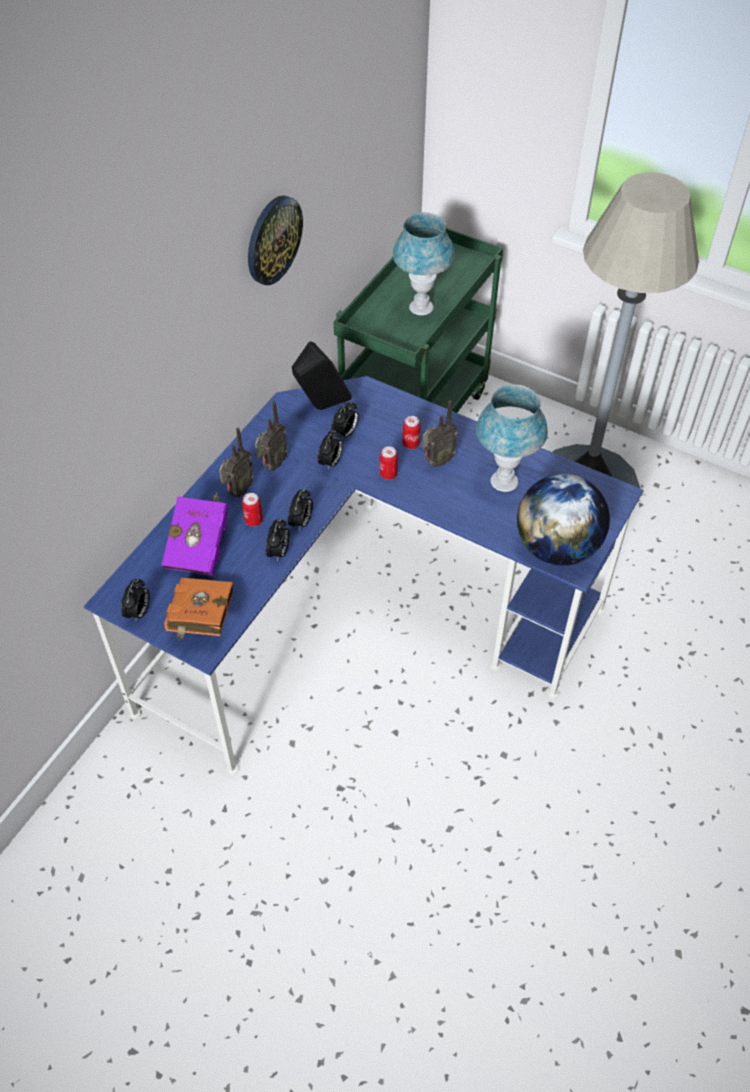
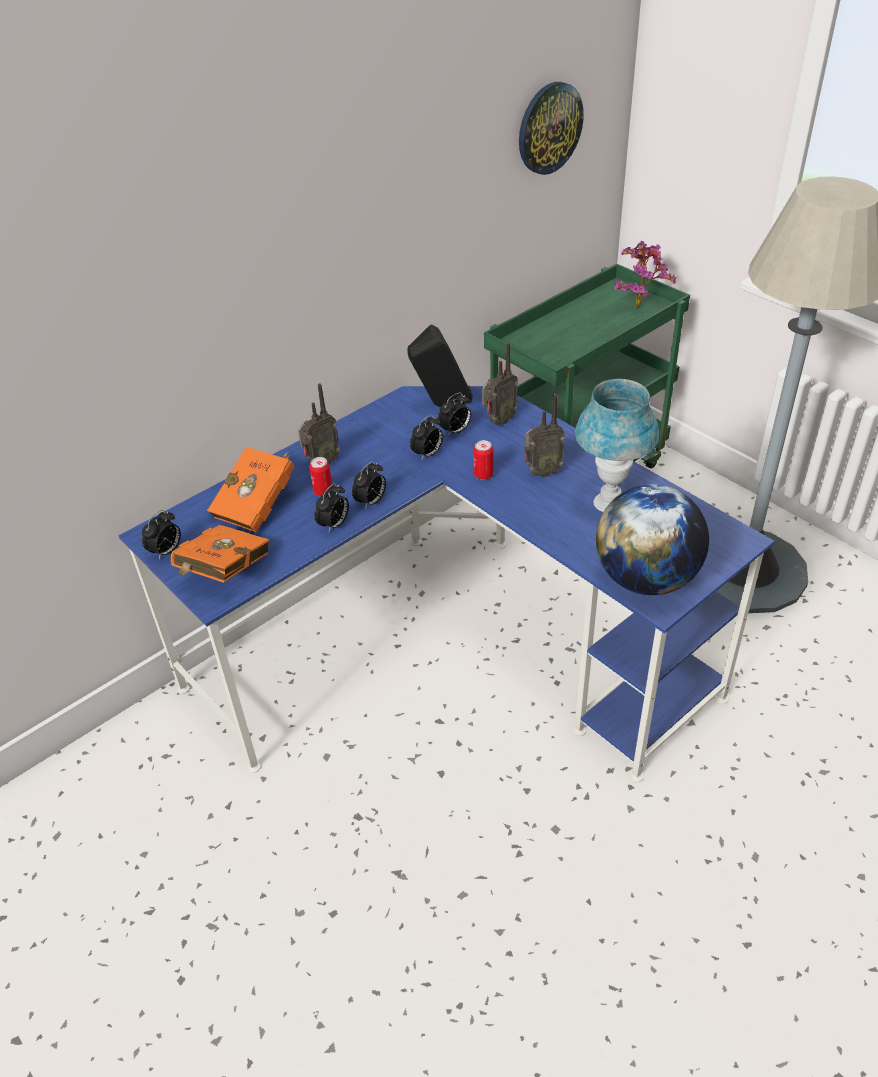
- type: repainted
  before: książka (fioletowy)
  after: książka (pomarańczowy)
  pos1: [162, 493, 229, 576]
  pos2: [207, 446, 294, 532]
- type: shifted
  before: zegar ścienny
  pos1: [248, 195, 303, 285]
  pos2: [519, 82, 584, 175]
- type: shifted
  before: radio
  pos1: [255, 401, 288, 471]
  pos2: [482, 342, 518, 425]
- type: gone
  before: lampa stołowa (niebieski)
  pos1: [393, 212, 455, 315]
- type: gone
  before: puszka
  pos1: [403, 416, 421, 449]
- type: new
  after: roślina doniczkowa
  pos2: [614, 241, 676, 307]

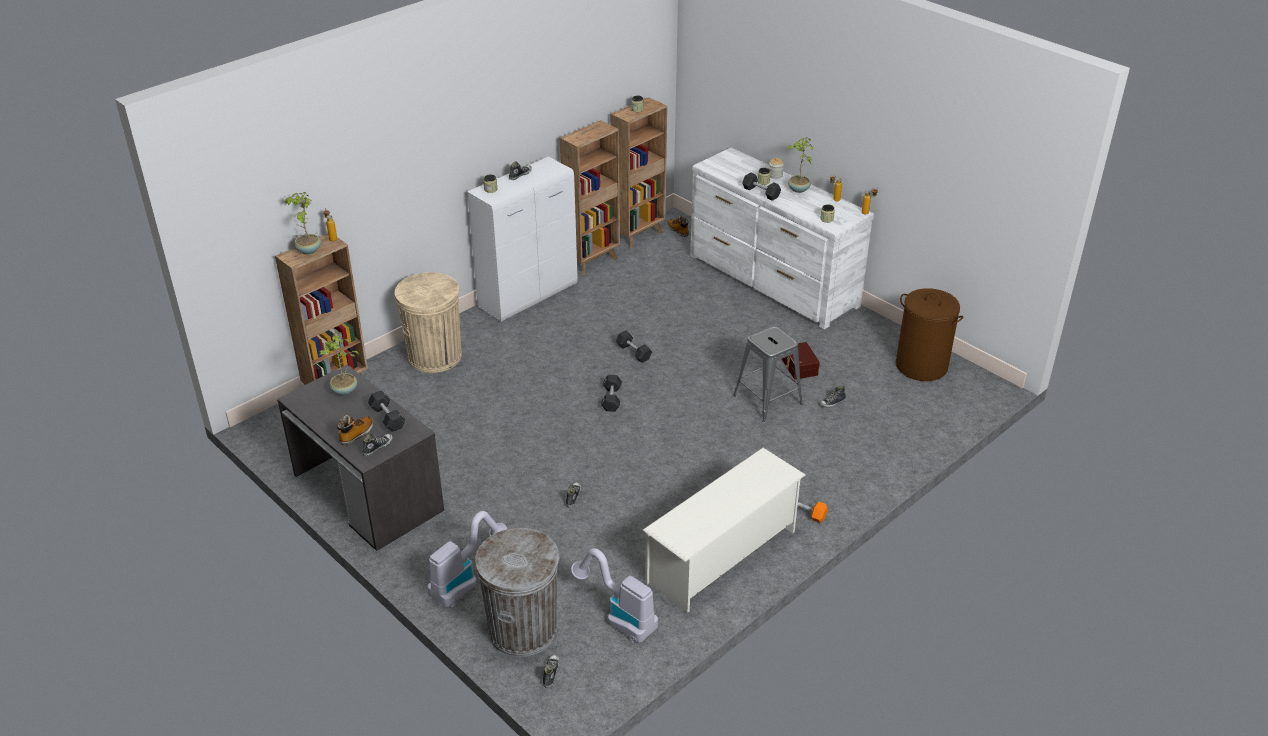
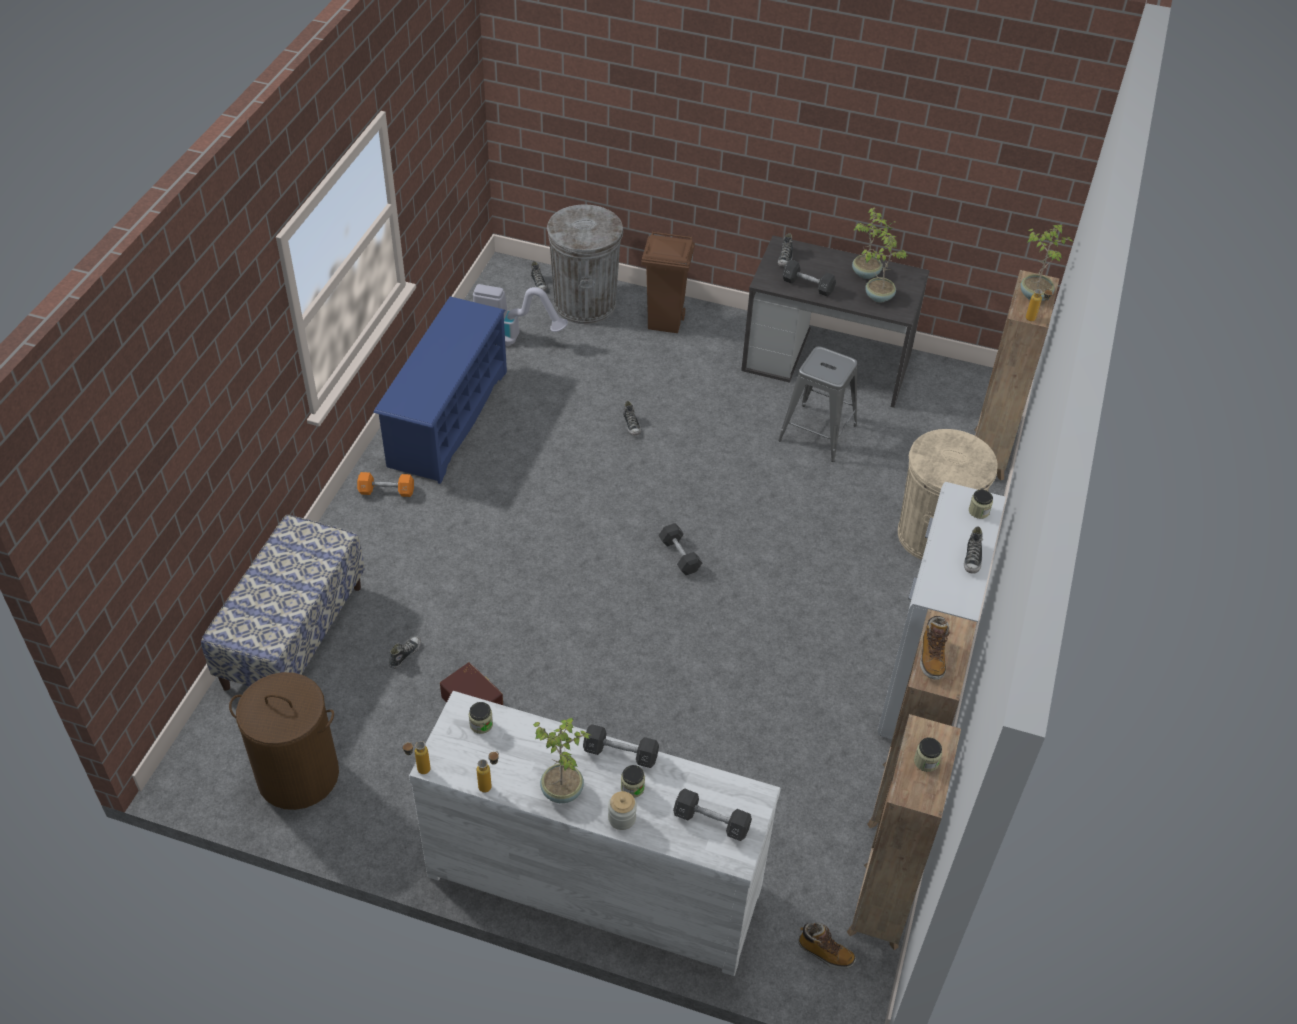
- type: shifted
  before: but z cholewką
  pos1: [337, 415, 373, 445]
  pos2: [920, 616, 950, 680]
- type: swapped
  before: odkurzacz
  after: kosz na śmieci (brązowy)
  pos1: [427, 511, 507, 607]
  pos2: [641, 232, 695, 333]
- type: shifted
  before: hantel (czarny)
  pos1: [616, 330, 652, 363]
  pos2: [673, 788, 752, 841]
- type: repainted
  before: regał na buty (biały)
  after: regał na buty (niebieski)
  pos1: [643, 448, 806, 613]
  pos2: [373, 296, 507, 484]
- type: shifted
  before: stołek (szary)
  pos1: [733, 326, 803, 422]
  pos2: [778, 346, 858, 462]
- type: new
  after: ławka
  pos2: [201, 515, 365, 691]
- type: new
  after: roślina doniczkowa
  pos2: [852, 208, 897, 279]

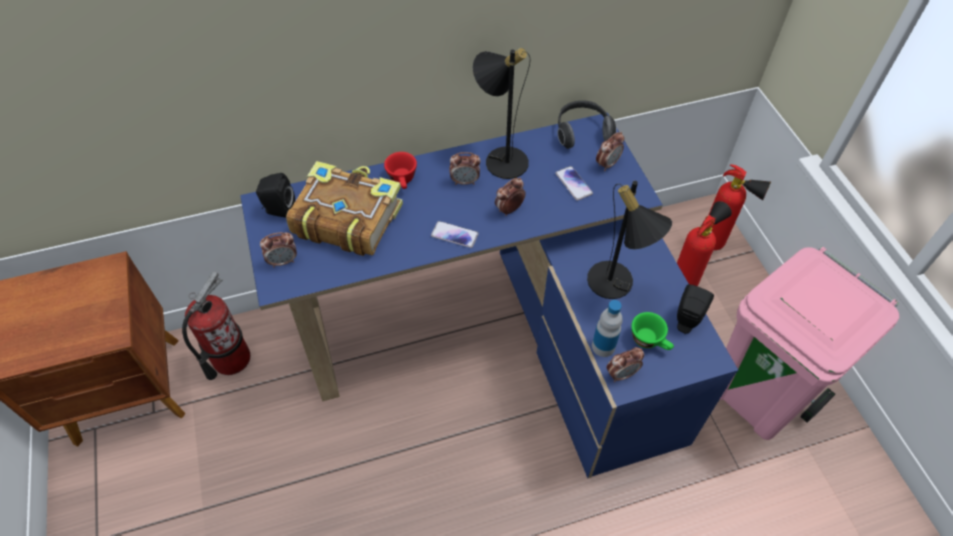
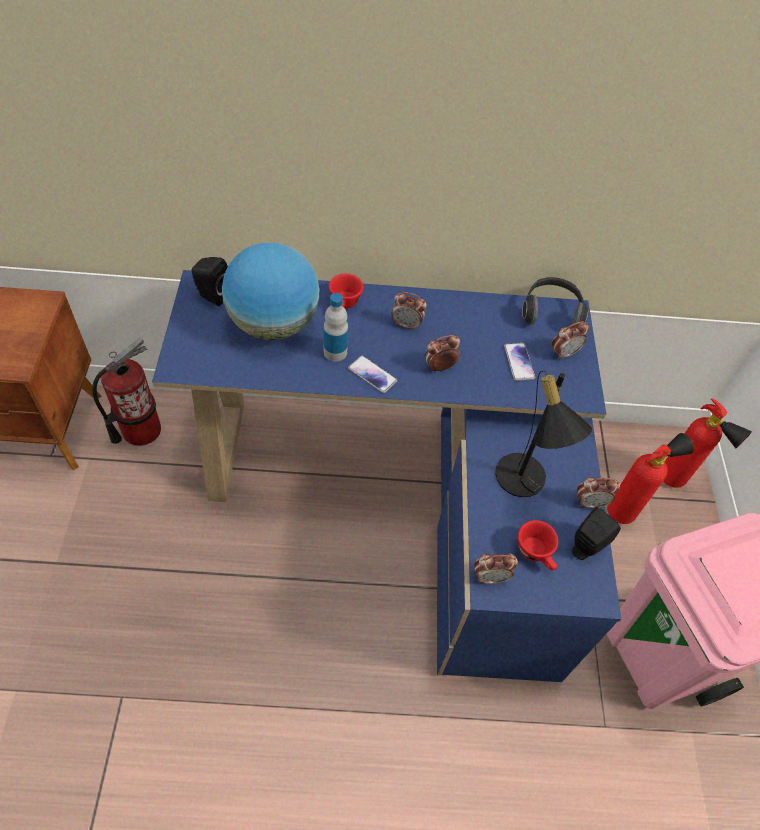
- type: shifted
  before: budzik
  pos1: [260, 232, 297, 268]
  pos2: [577, 477, 620, 508]
- type: swapped
  before: książka
  after: globus
  pos1: [286, 161, 403, 256]
  pos2: [222, 242, 319, 340]
- type: gone
  before: lampa stołowa (czarny)
  pos1: [473, 48, 531, 179]
- type: shifted
  before: butelka
  pos1: [592, 300, 623, 357]
  pos2: [324, 293, 348, 362]
- type: repainted
  before: filiżanka (zielony)
  after: filiżanka (czerwony)
  pos1: [631, 312, 674, 350]
  pos2: [518, 520, 558, 570]

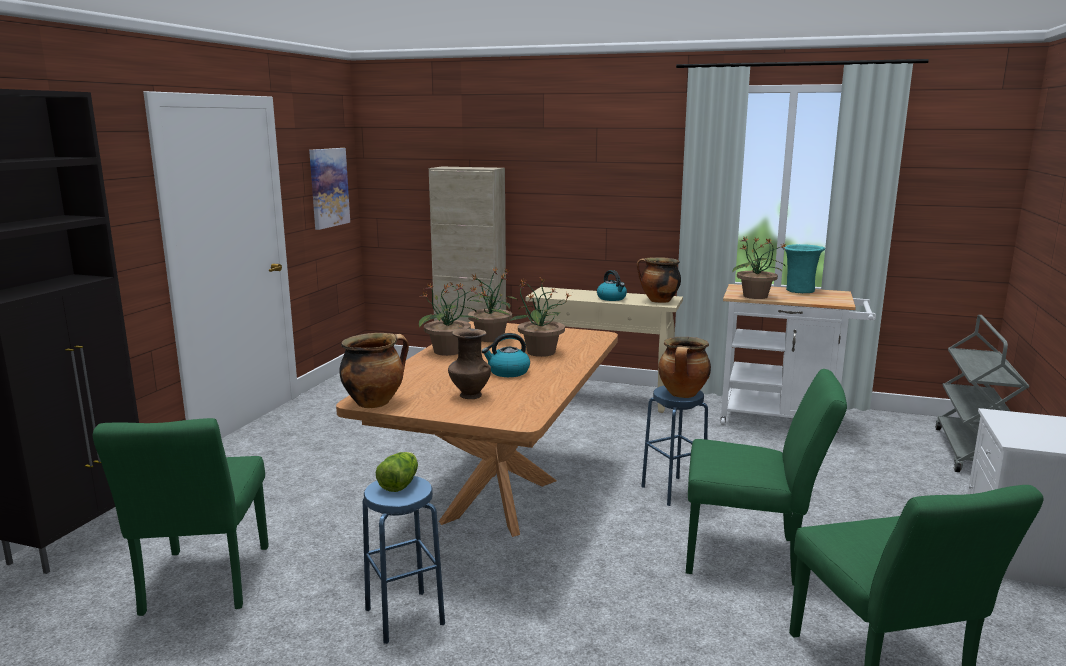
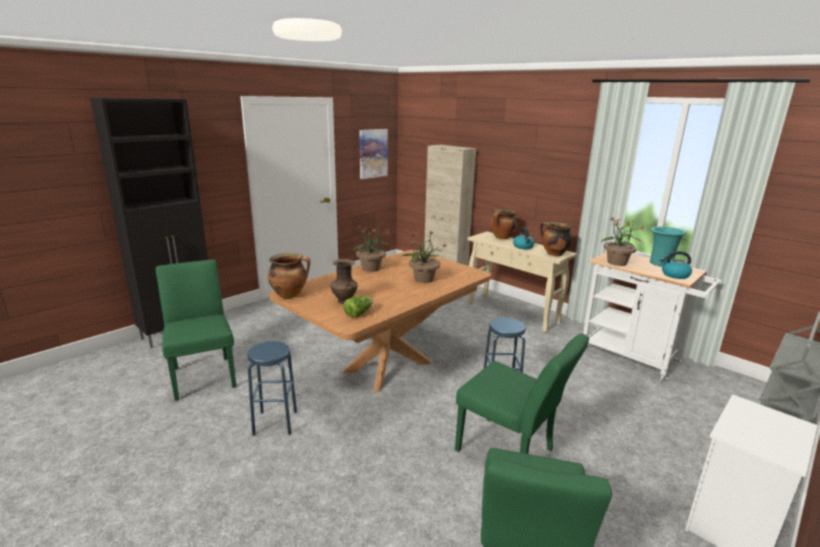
- type: rotated
  before: krzesło (zielony)
  pos1: [93, 418, 269, 616]
  pos2: [156, 259, 236, 401]
  turn: 135
- type: shifted
  before: sałata
  pos1: [375, 452, 418, 492]
  pos2: [343, 296, 373, 318]
- type: gone
  before: roślina doniczkowa
  pos1: [468, 268, 518, 342]
- type: shifted
  before: czajnik
  pos1: [482, 333, 530, 377]
  pos2: [660, 251, 692, 279]
- type: shifted
  before: garnek
  pos1: [658, 337, 711, 398]
  pos2: [490, 209, 517, 239]

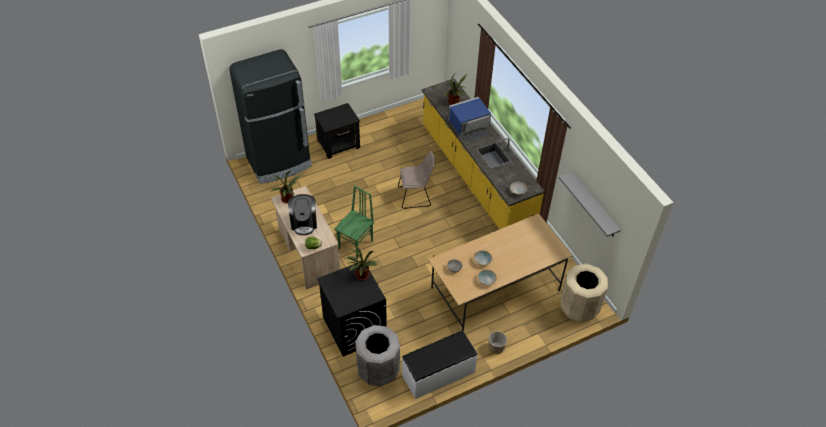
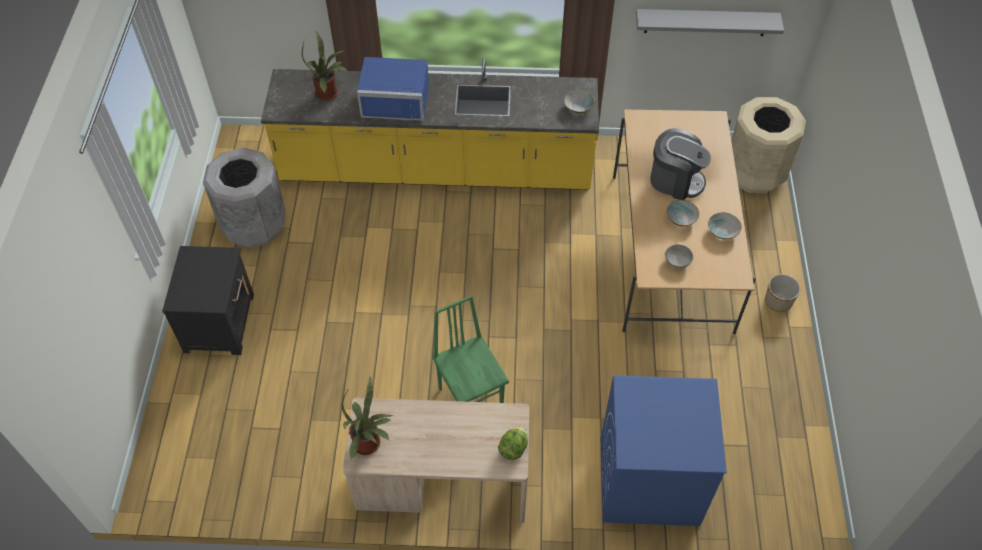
- type: gone
  before: lodówka (czarny)
  pos1: [230, 49, 312, 184]
- type: shifted
  before: ekspres do kawy
  pos1: [288, 194, 317, 235]
  pos2: [650, 128, 711, 200]
- type: repainted
  before: pralka (czarny)
  after: pralka (niebieski)
  pos1: [317, 264, 387, 356]
  pos2: [601, 375, 727, 526]
- type: gone
  before: roślina doniczkowa
  pos1: [343, 244, 379, 280]
- type: shifted
  before: kosz na śmieci (szary)
  pos1: [355, 325, 400, 386]
  pos2: [203, 148, 286, 248]
- type: gone
  before: krzesło (beżowy)
  pos1: [398, 151, 435, 209]
- type: gone
  before: ławka (biały)
  pos1: [402, 330, 478, 399]
- type: rotated
  before: mikrofalówka (niebieski)
  pos1: [448, 97, 491, 139]
  pos2: [357, 57, 429, 121]
  turn: -90

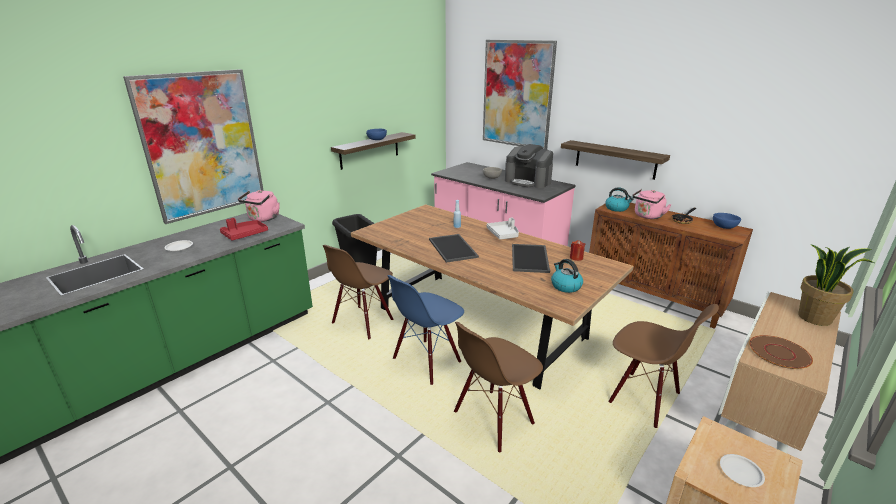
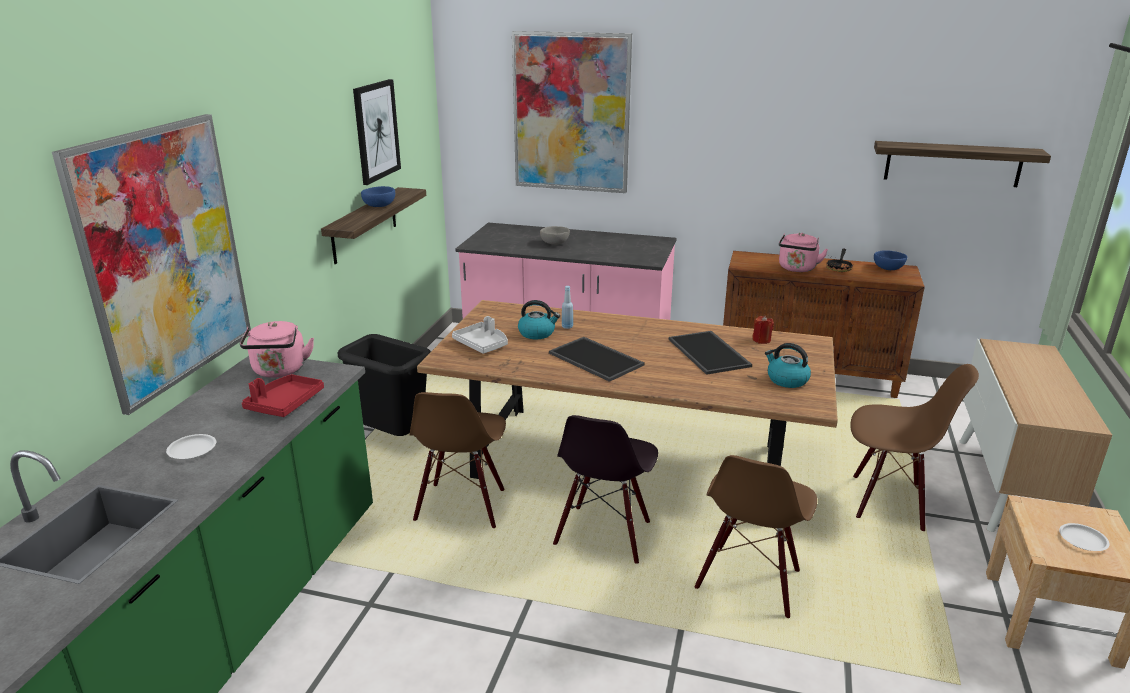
- type: repainted
  before: krzesło (niebieski)
  after: krzesło (czarny)
  pos1: [387, 275, 464, 385]
  pos2: [553, 415, 658, 564]
- type: shifted
  before: taca (szary)
  pos1: [486, 217, 519, 239]
  pos2: [452, 316, 508, 354]
- type: gone
  before: ekspres do kawy
  pos1: [505, 144, 553, 188]
- type: shifted
  before: półka
  pos1: [561, 140, 670, 180]
  pos2: [874, 141, 1051, 187]
- type: shifted
  before: czajnik
  pos1: [605, 187, 634, 212]
  pos2: [518, 300, 560, 339]
- type: gone
  before: talerz (brązowy)
  pos1: [749, 335, 813, 369]
- type: gone
  before: roślina doniczkowa
  pos1: [798, 244, 874, 326]
- type: new
  after: obraz
  pos2: [353, 79, 401, 185]

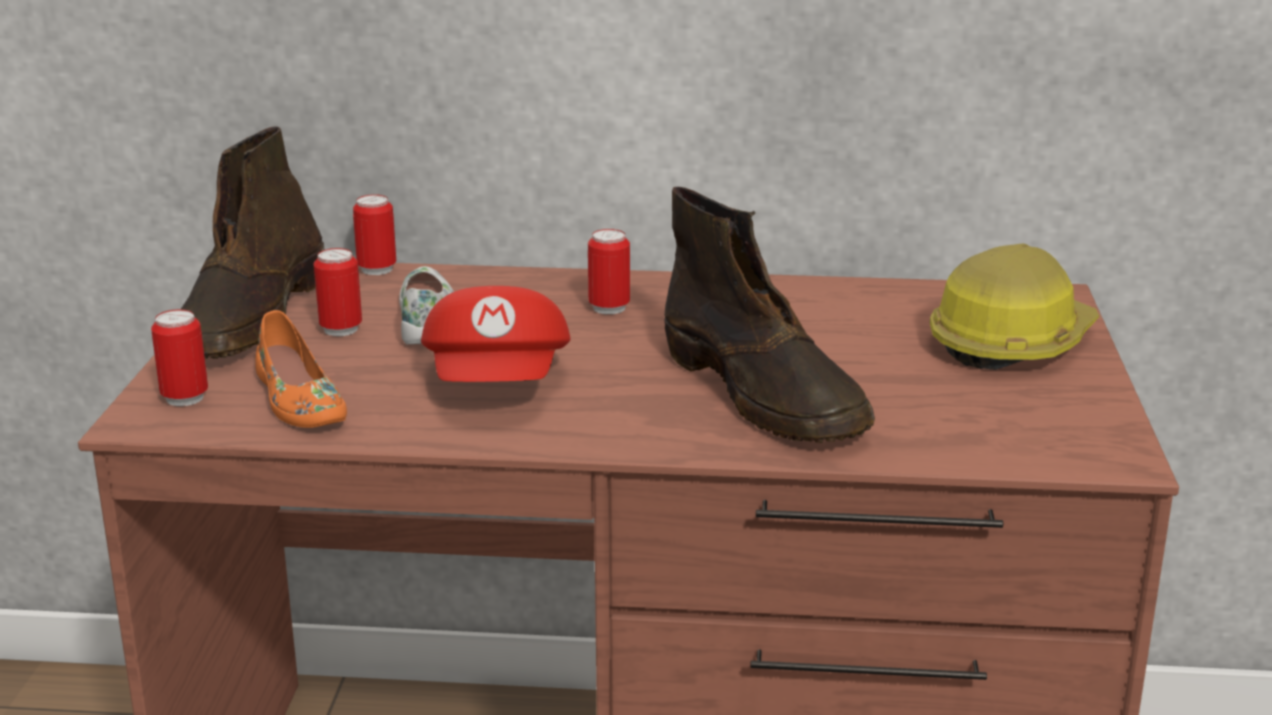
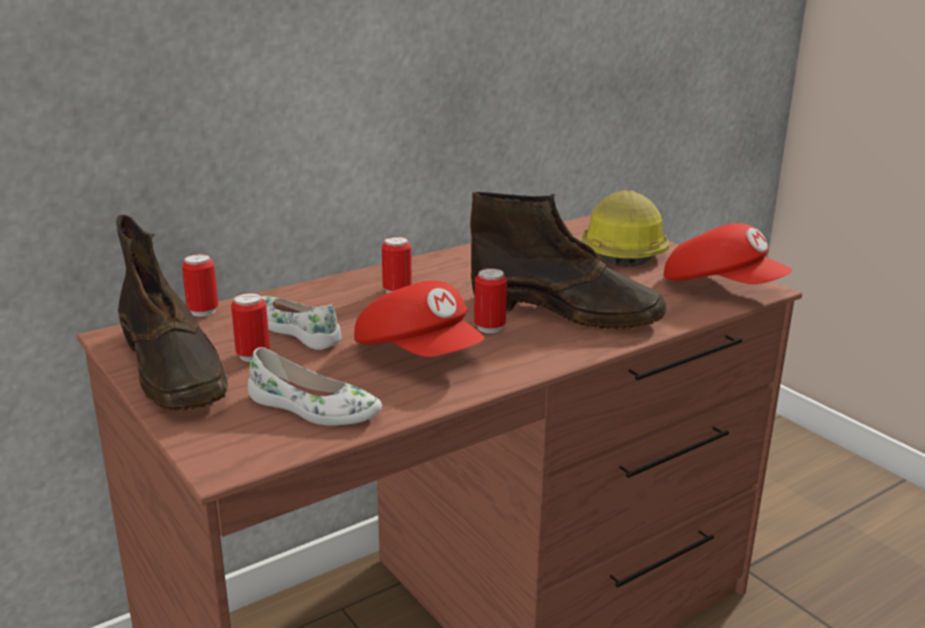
- type: shifted
  before: puszka
  pos1: [151, 309, 208, 406]
  pos2: [474, 268, 507, 333]
- type: repainted
  before: but (pomarańczowy)
  after: but (biały)
  pos1: [255, 310, 347, 428]
  pos2: [248, 347, 382, 425]
- type: new
  after: czapka z daszkiem (czerwony)
  pos2: [664, 223, 792, 284]

